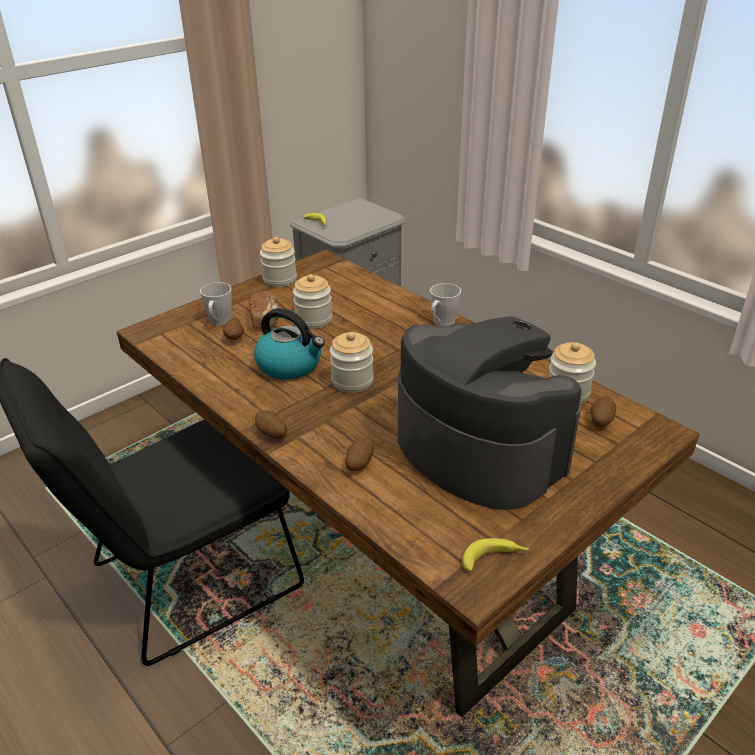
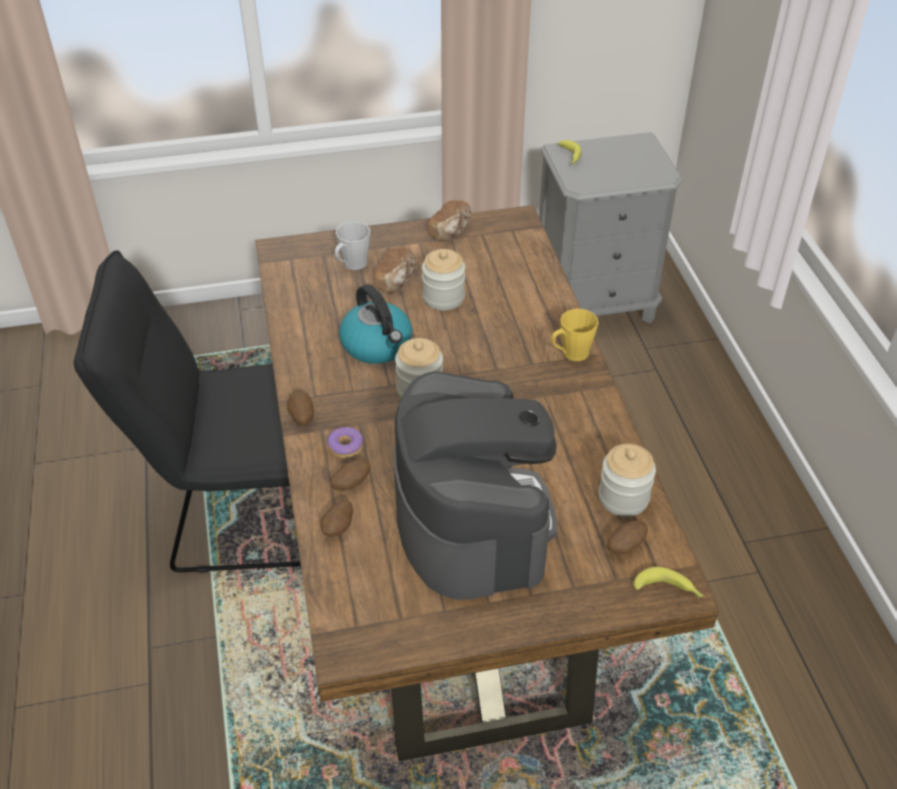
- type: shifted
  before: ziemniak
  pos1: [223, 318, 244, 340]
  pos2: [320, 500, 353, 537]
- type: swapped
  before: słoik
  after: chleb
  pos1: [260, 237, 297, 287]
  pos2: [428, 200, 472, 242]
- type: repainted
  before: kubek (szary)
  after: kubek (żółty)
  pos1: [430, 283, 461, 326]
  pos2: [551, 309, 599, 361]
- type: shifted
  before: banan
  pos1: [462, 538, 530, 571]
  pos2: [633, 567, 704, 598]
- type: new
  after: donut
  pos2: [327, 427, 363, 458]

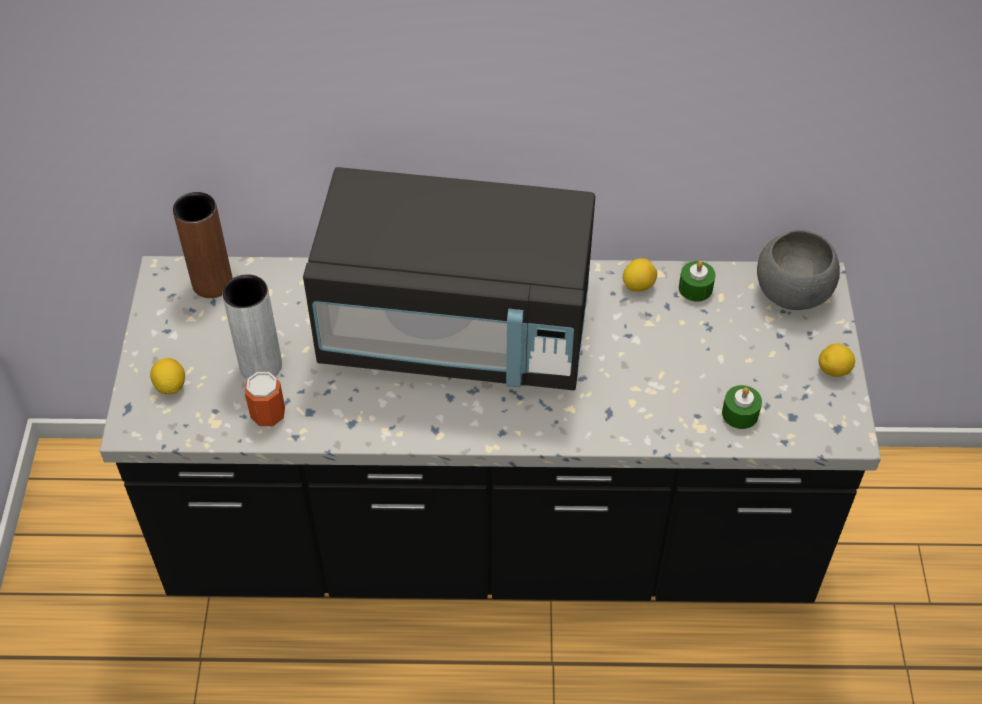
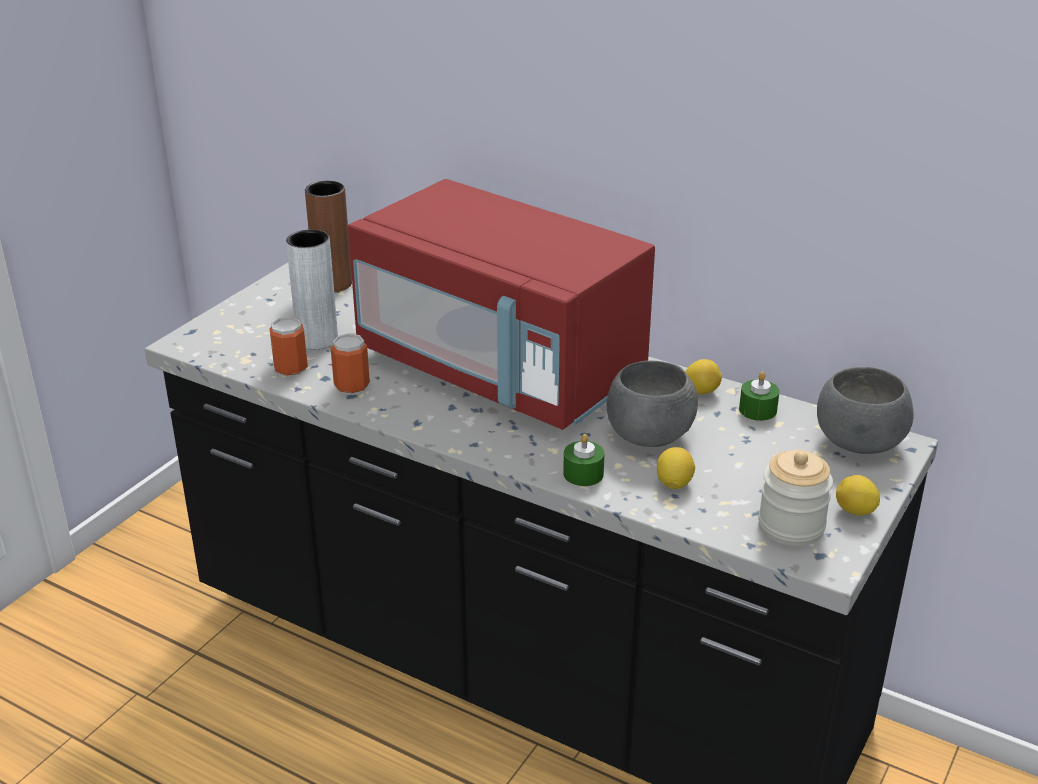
- type: shifted
  before: cytryna
  pos1: [150, 358, 185, 394]
  pos2: [657, 447, 695, 489]
- type: repainted
  before: mikrofalówka (czarny)
  after: mikrofalówka (czerwony)
  pos1: [303, 167, 595, 391]
  pos2: [348, 179, 655, 430]
- type: shifted
  before: świeca (zielony)
  pos1: [722, 385, 762, 429]
  pos2: [563, 434, 605, 486]
- type: new
  after: puszka
  pos2: [330, 333, 370, 395]
- type: new
  after: miska (szary)
  pos2: [607, 361, 698, 447]
- type: new
  after: słoik
  pos2: [758, 450, 833, 546]

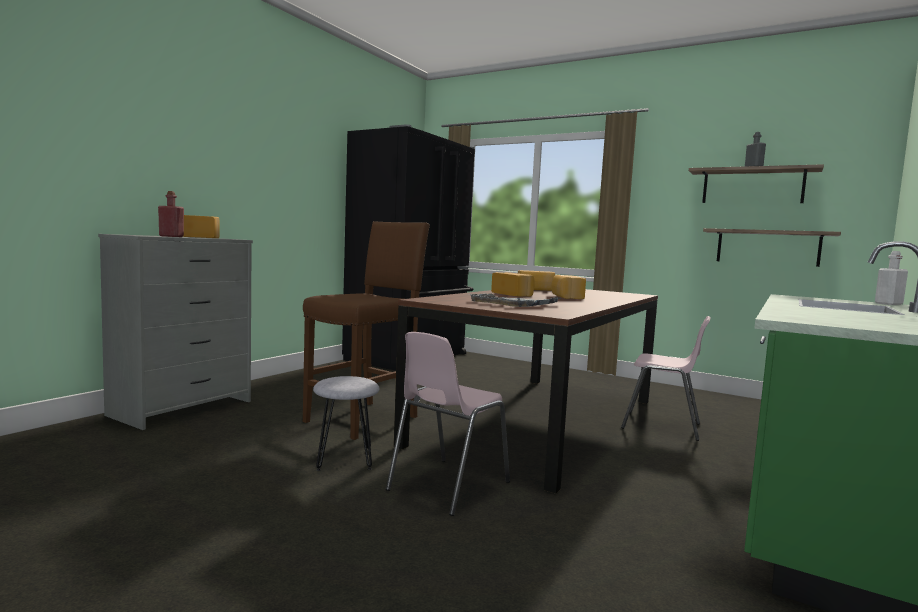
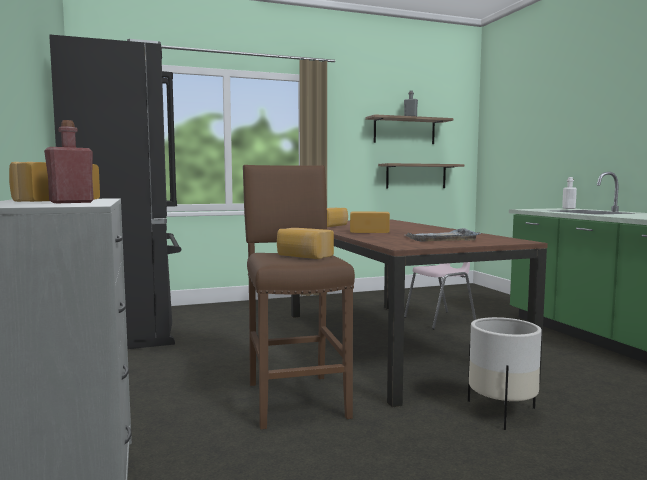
- type: gone
  before: stołek (szary)
  pos1: [313, 376, 380, 471]
- type: swapped
  before: krzesło (różowy)
  after: donica (biały)
  pos1: [386, 332, 510, 516]
  pos2: [468, 317, 542, 430]
- type: shifted
  before: chleb
  pos1: [551, 275, 586, 299]
  pos2: [277, 228, 334, 259]

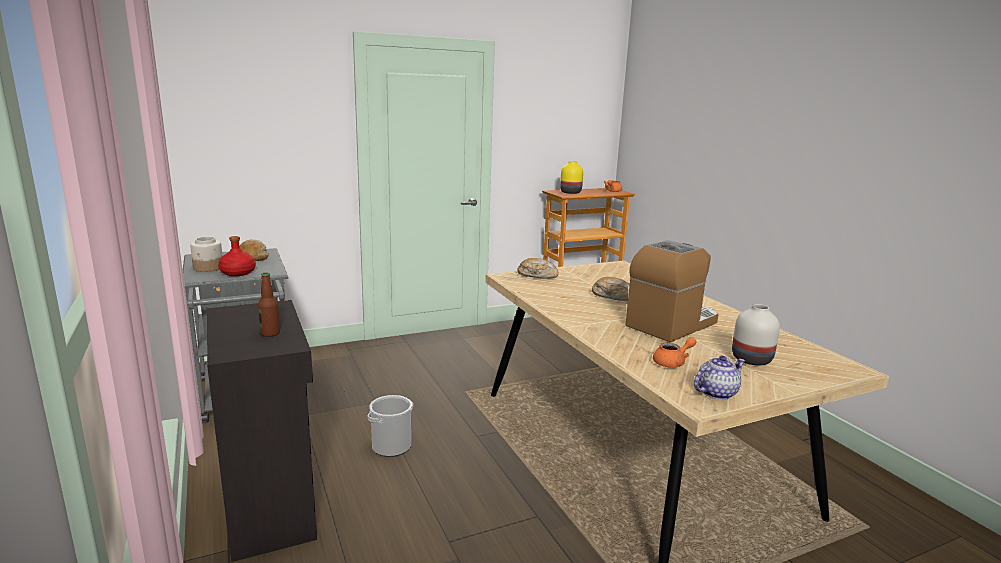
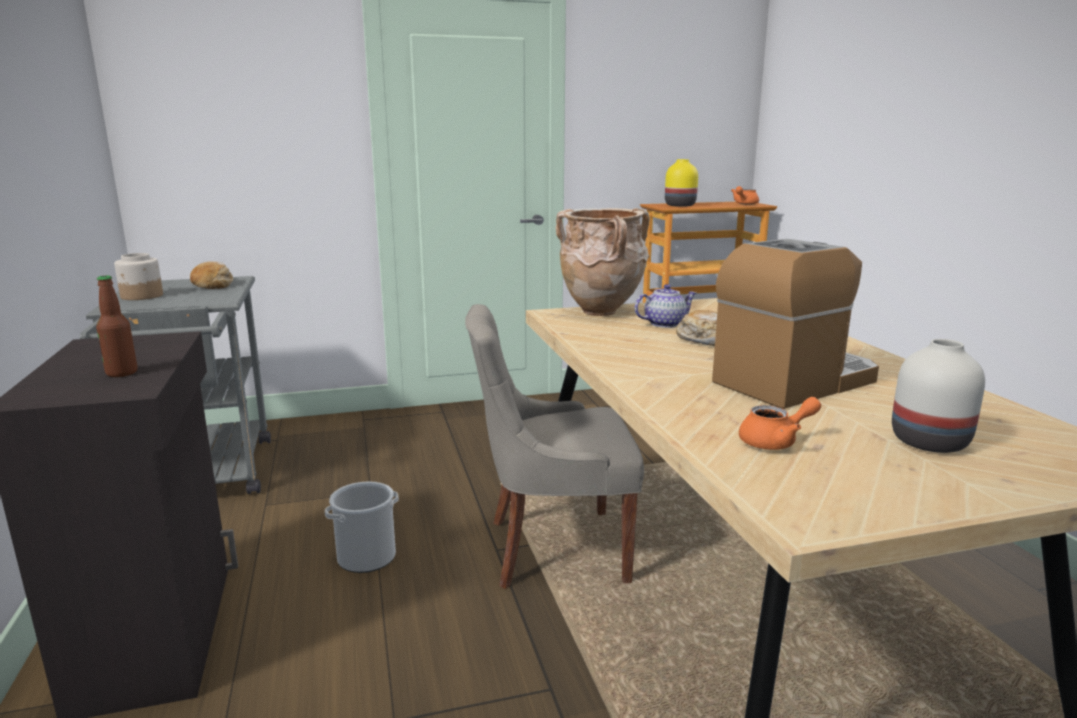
- type: gone
  before: butelka (czerwony)
  pos1: [218, 236, 256, 276]
- type: swapped
  before: chleb
  after: wazon (beżowy)
  pos1: [517, 258, 558, 279]
  pos2: [556, 208, 650, 316]
- type: shifted
  before: imbryk
  pos1: [694, 356, 745, 400]
  pos2: [635, 284, 697, 328]
- type: new
  after: krzesło (szary)
  pos2: [465, 304, 644, 589]

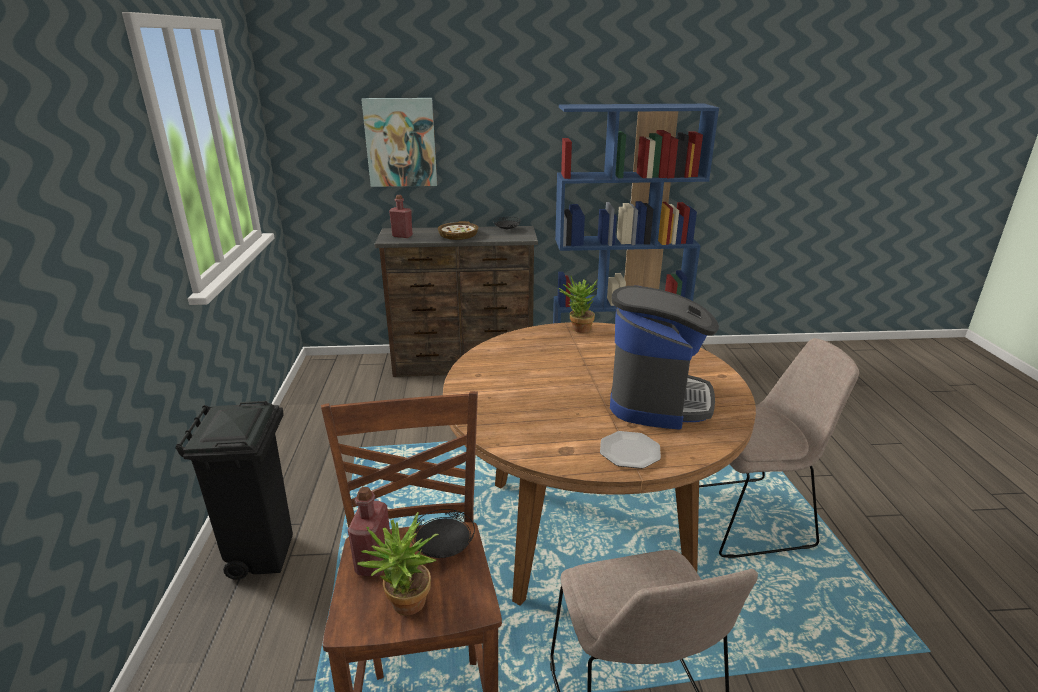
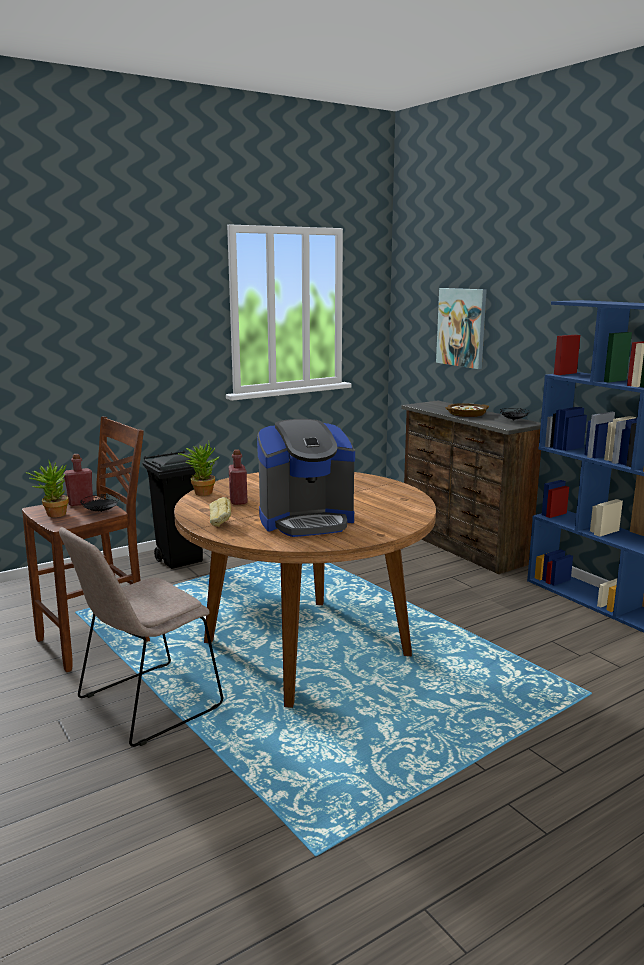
- type: shifted
  before: butelka (czerwony)
  pos1: [389, 195, 413, 238]
  pos2: [229, 449, 247, 505]
- type: shifted
  before: roślina doniczkowa
  pos1: [559, 276, 598, 333]
  pos2: [178, 442, 219, 496]
- type: swapped
  before: talerz
  after: chleb
  pos1: [600, 431, 661, 469]
  pos2: [209, 497, 231, 527]
- type: gone
  before: krzesło (beżowy)
  pos1: [699, 338, 859, 558]

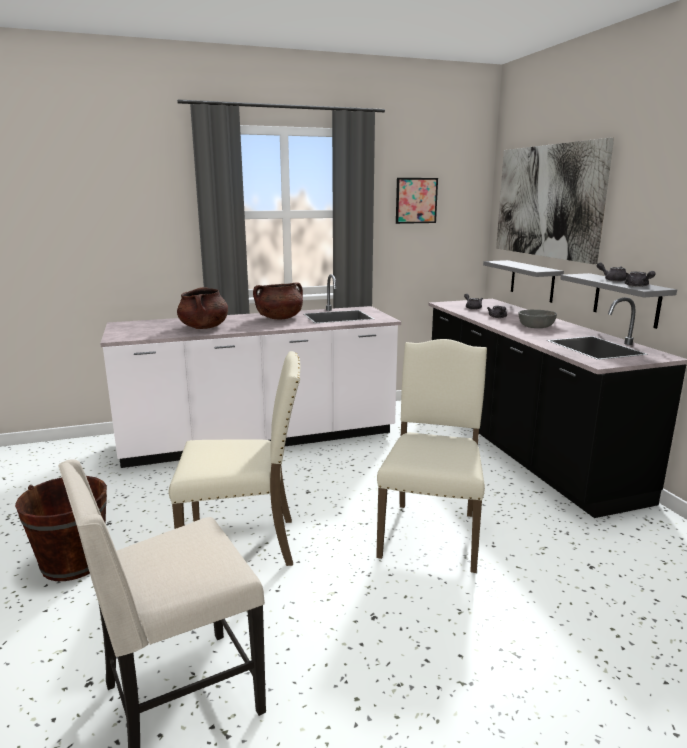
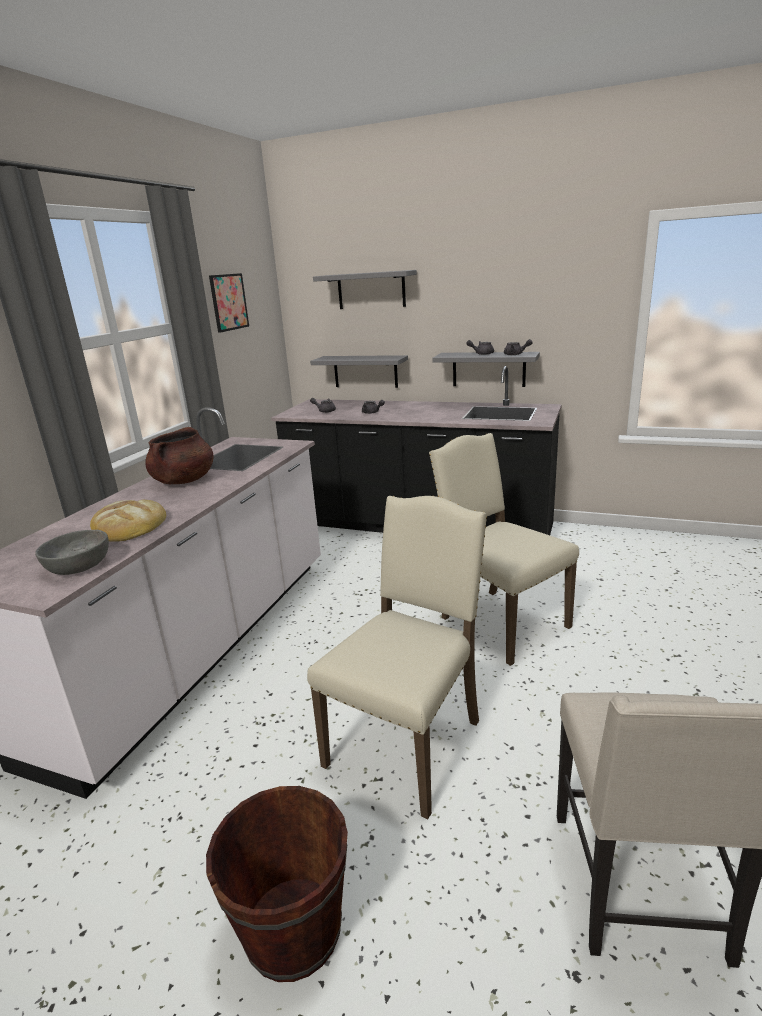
- type: swapped
  before: garnek (brązowy)
  after: chleb
  pos1: [177, 287, 228, 329]
  pos2: [90, 500, 166, 542]
- type: swapped
  before: obraz
  after: półka (szary)
  pos1: [496, 138, 614, 264]
  pos2: [313, 270, 417, 309]
- type: shifted
  before: miska (szary)
  pos1: [519, 310, 557, 328]
  pos2: [35, 530, 109, 575]

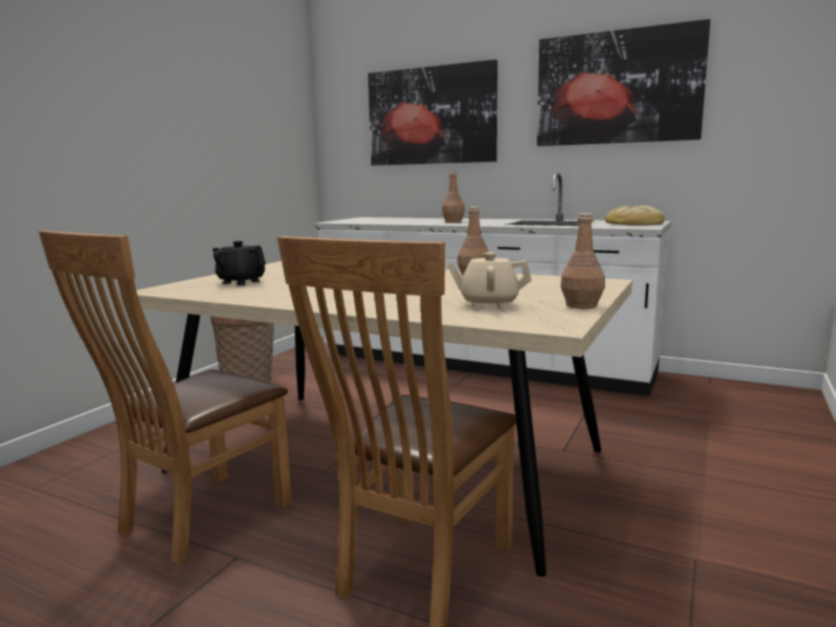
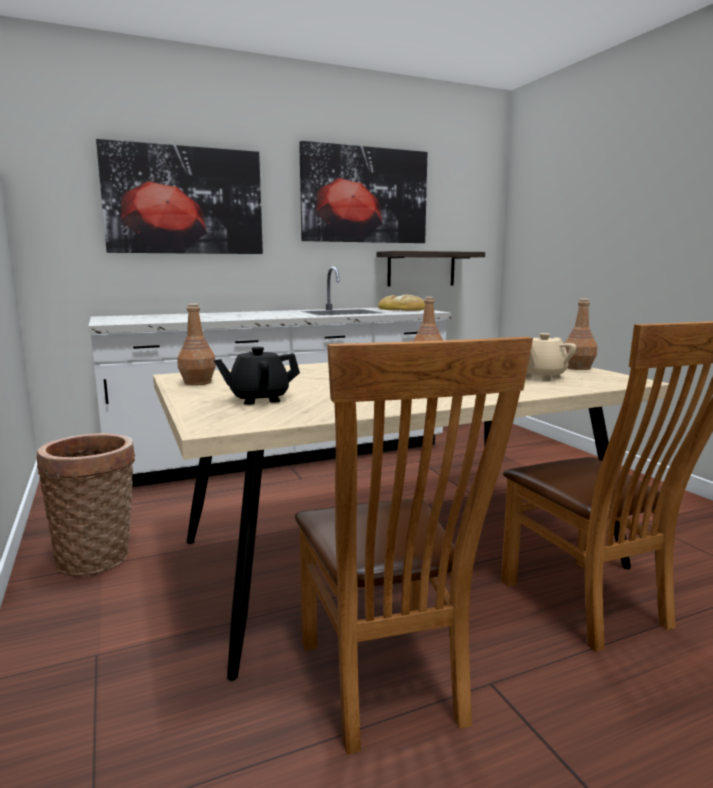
- type: shifted
  before: butelka (brązowy)
  pos1: [442, 172, 465, 223]
  pos2: [178, 303, 216, 386]
- type: new
  after: półka
  pos2: [376, 251, 485, 287]

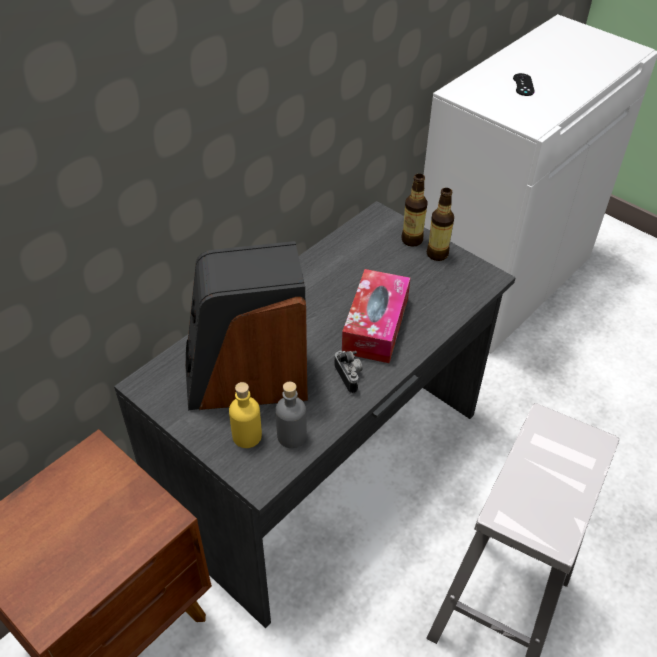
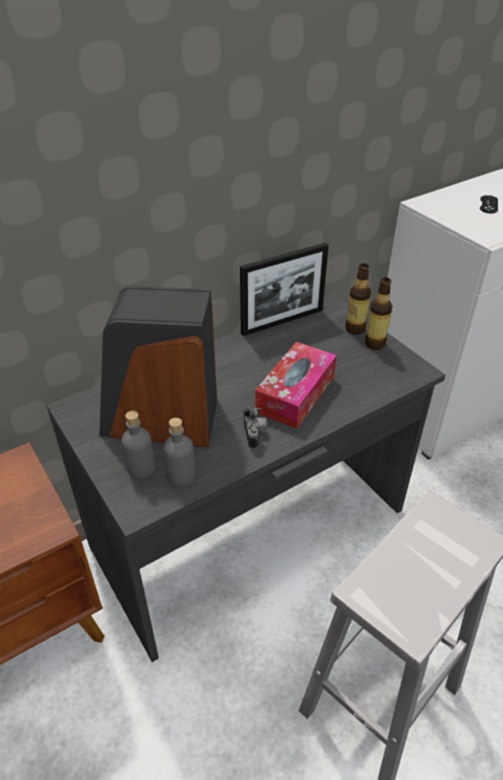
- type: repainted
  before: butelka (żółty)
  after: butelka (szary)
  pos1: [229, 382, 262, 448]
  pos2: [121, 411, 155, 479]
- type: new
  after: ramka na zdjęcie
  pos2: [240, 243, 329, 336]

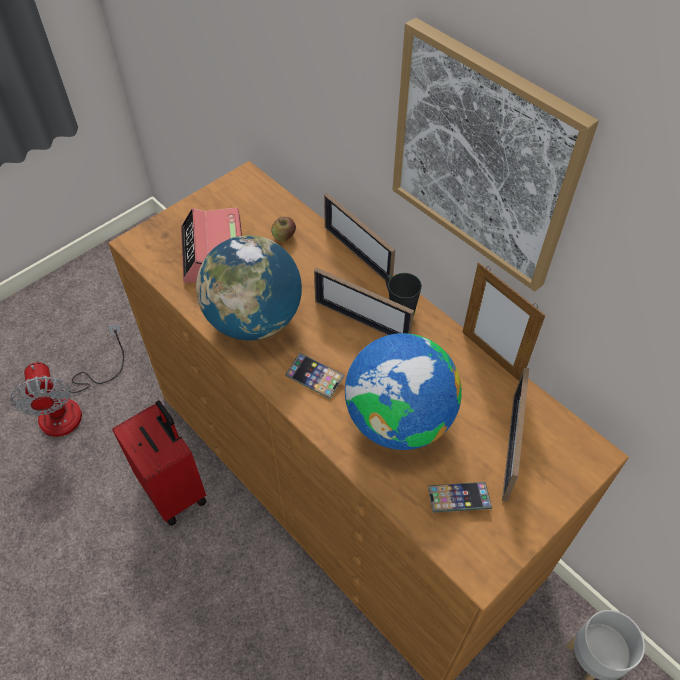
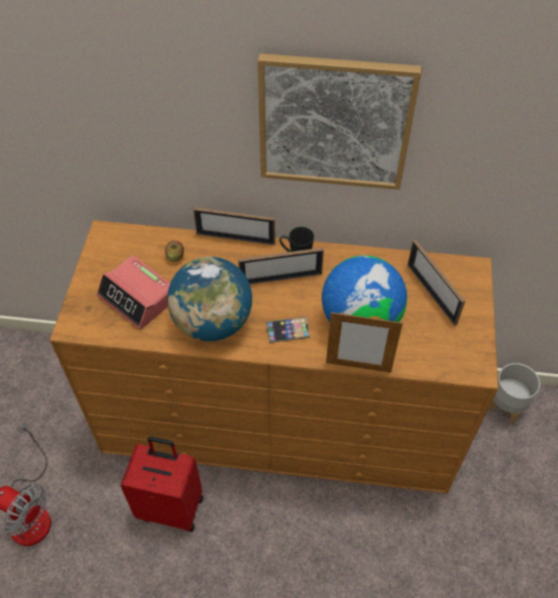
- type: gone
  before: telefon
  pos1: [428, 482, 492, 513]
- type: shifted
  before: ramka na zdjęcie
  pos1: [462, 262, 545, 381]
  pos2: [326, 312, 403, 373]

